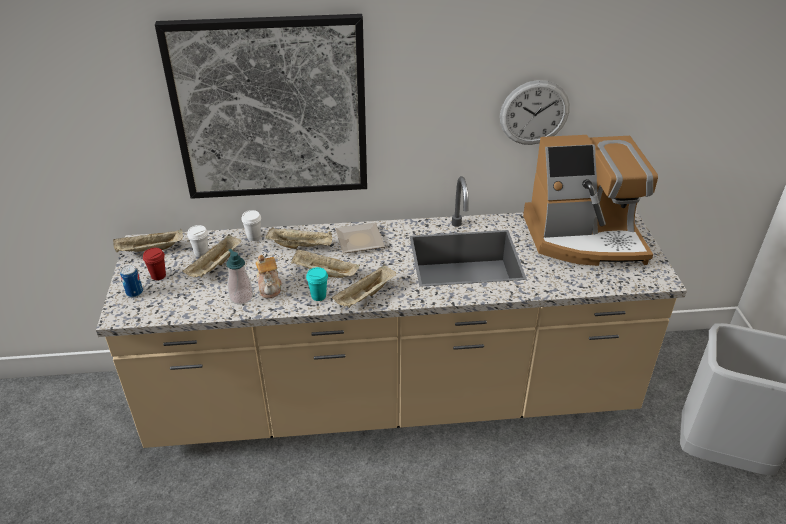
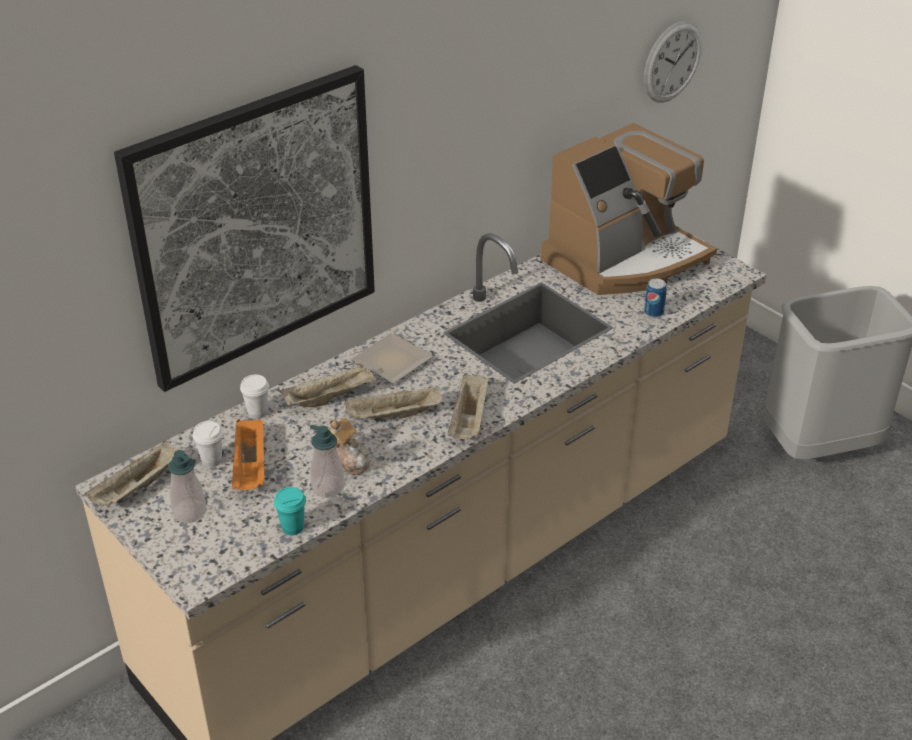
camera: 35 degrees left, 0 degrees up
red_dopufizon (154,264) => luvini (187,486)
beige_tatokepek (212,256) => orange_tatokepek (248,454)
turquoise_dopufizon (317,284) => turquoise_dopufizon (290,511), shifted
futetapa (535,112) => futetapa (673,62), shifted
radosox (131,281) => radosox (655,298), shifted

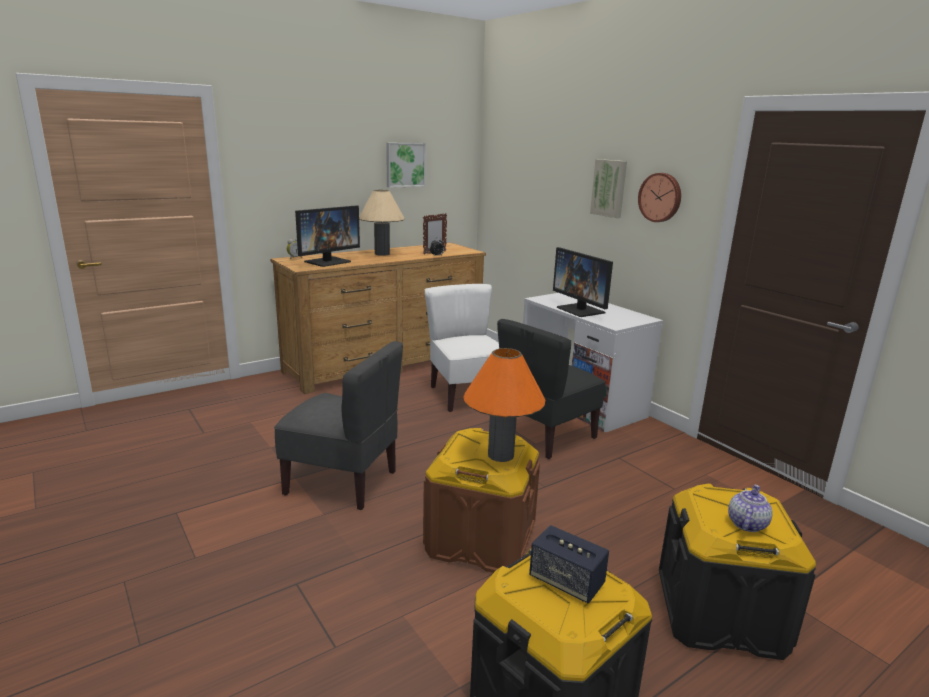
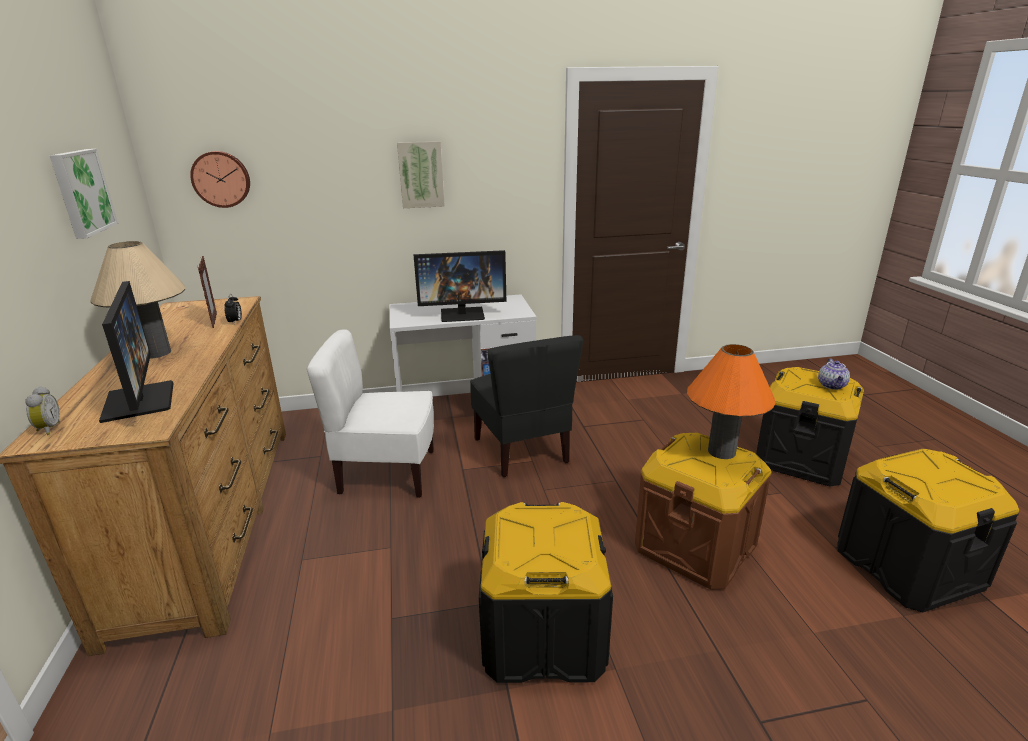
camera: 65 degrees left, 5 degrees up
futetapa (659,197) => futetapa (220,179), shifted
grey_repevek (338,425) => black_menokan (546,592)
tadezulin (750,508) => tadezulin (834,374), 135 degrees counterclockwise
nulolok (569,564) => nothing

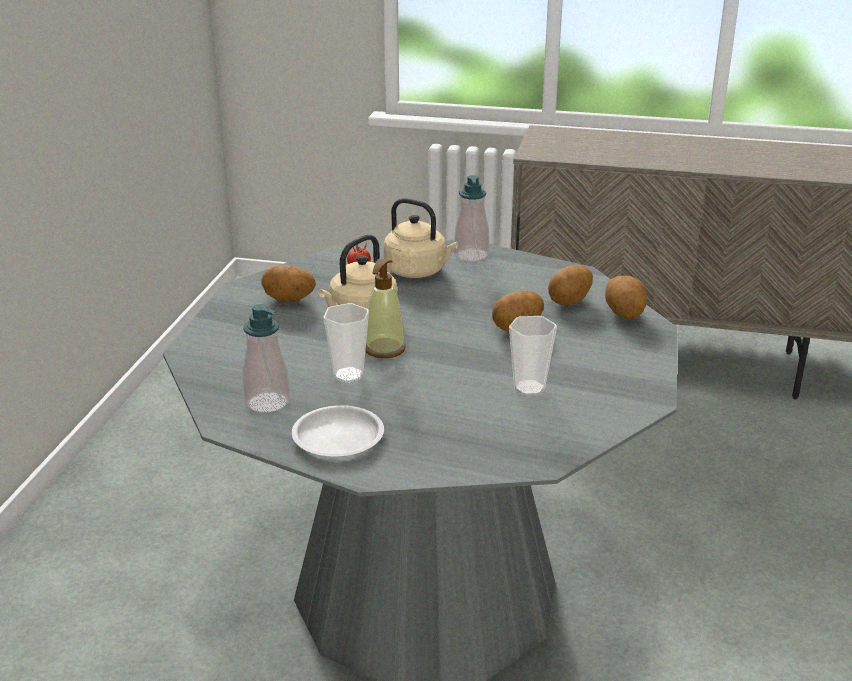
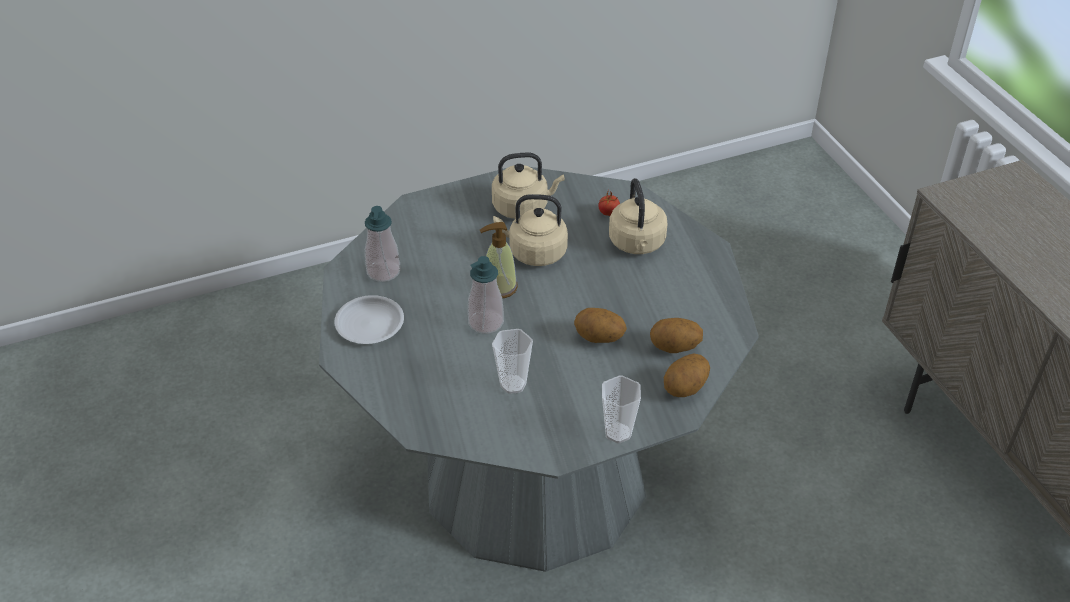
camera: 55 degrees right, 15 degrees up
luvini (471,218) => luvini (486,295), shifted
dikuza (288,283) => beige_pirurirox (528,186)
dopufizon (346,343) => dopufizon (621,409), shifted

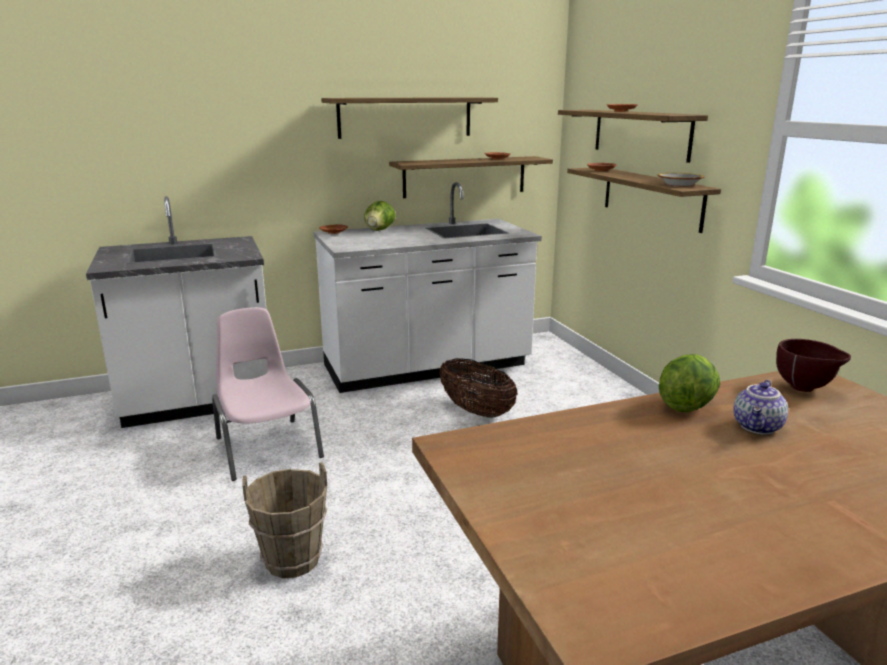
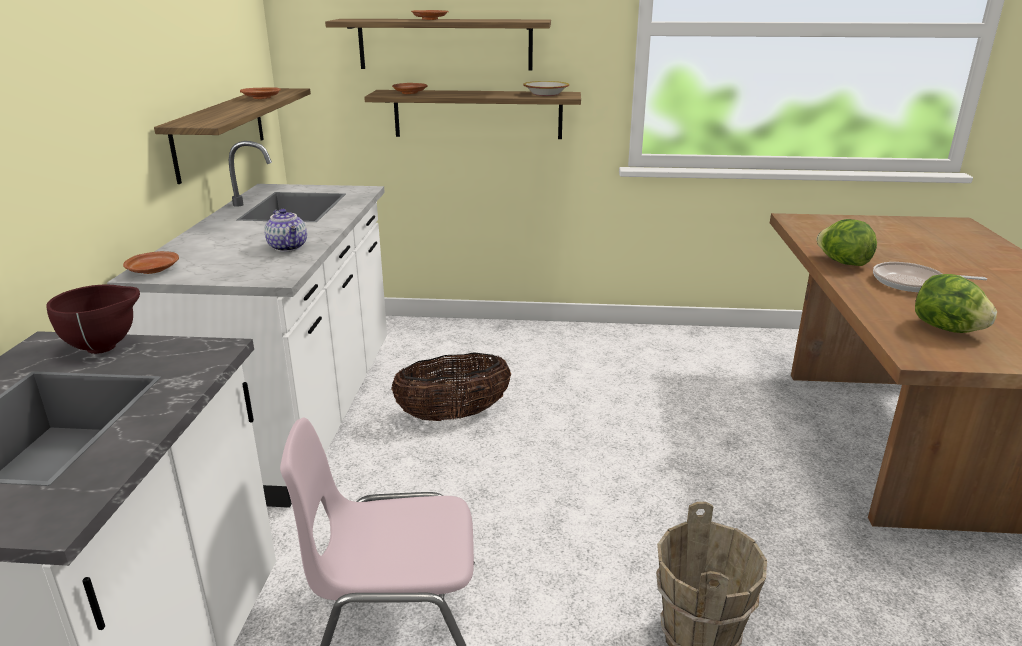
camera: 65 degrees left, 5 degrees up
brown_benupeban (813,365) => brown_benupeban (93,319), shifted
tadezulin (760,407) => tadezulin (285,230), shifted
nothing => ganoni (930,277)
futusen (380,216) => futusen (956,303), shifted
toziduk (409,118) => nothing

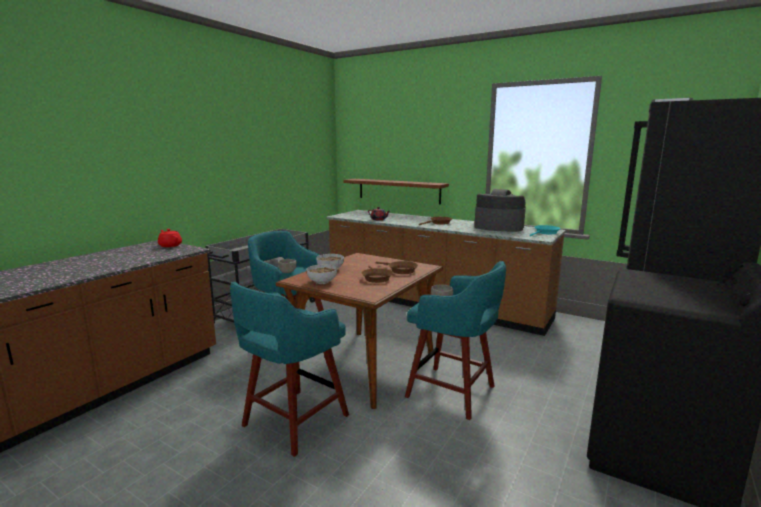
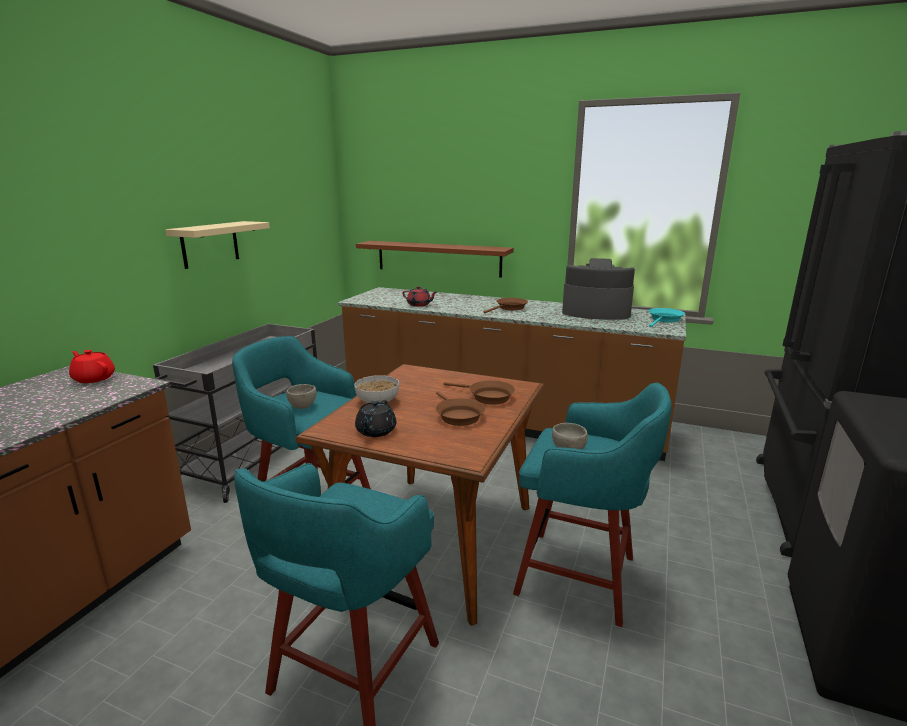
camera: 10 degrees left, 5 degrees up
nothing => beige_toziduk (217,245)
benupeban (321,274) => black_tadezulin (375,418)

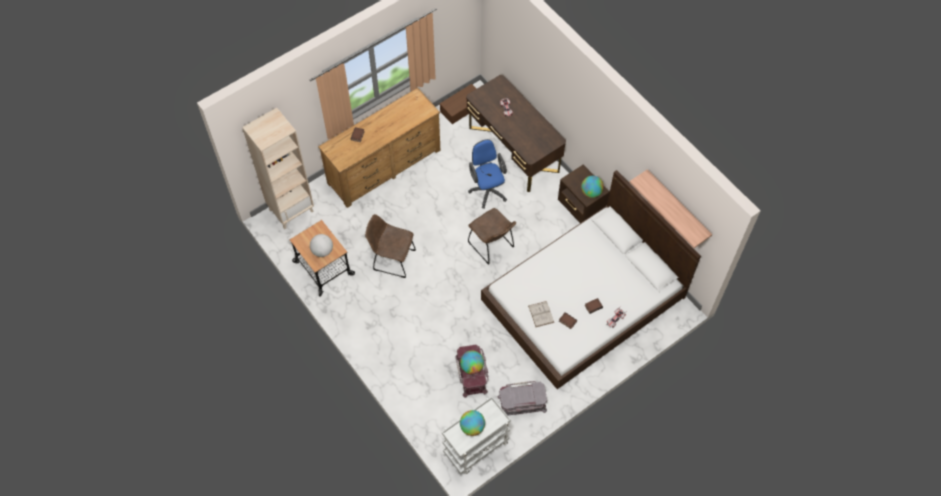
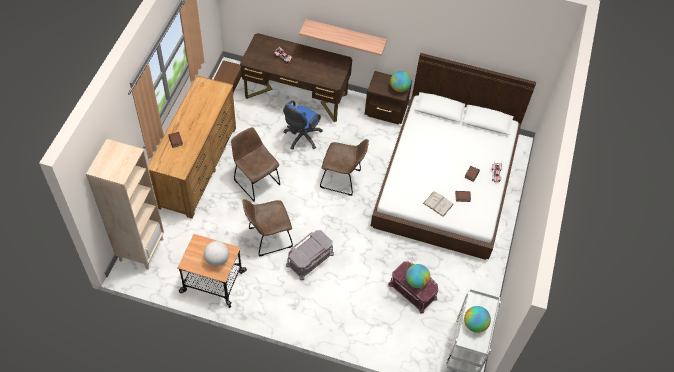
camera: 40 degrees left, 5 degrees down
nothing => brown_repevek (255,164)
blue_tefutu (487,174) => blue_tefutu (303,125), 90 degrees counterclockwise
grey_menokan (522,398) => grey_menokan (310,255), shifted
toziduk (671,208) => toziduk (343,37), shifted

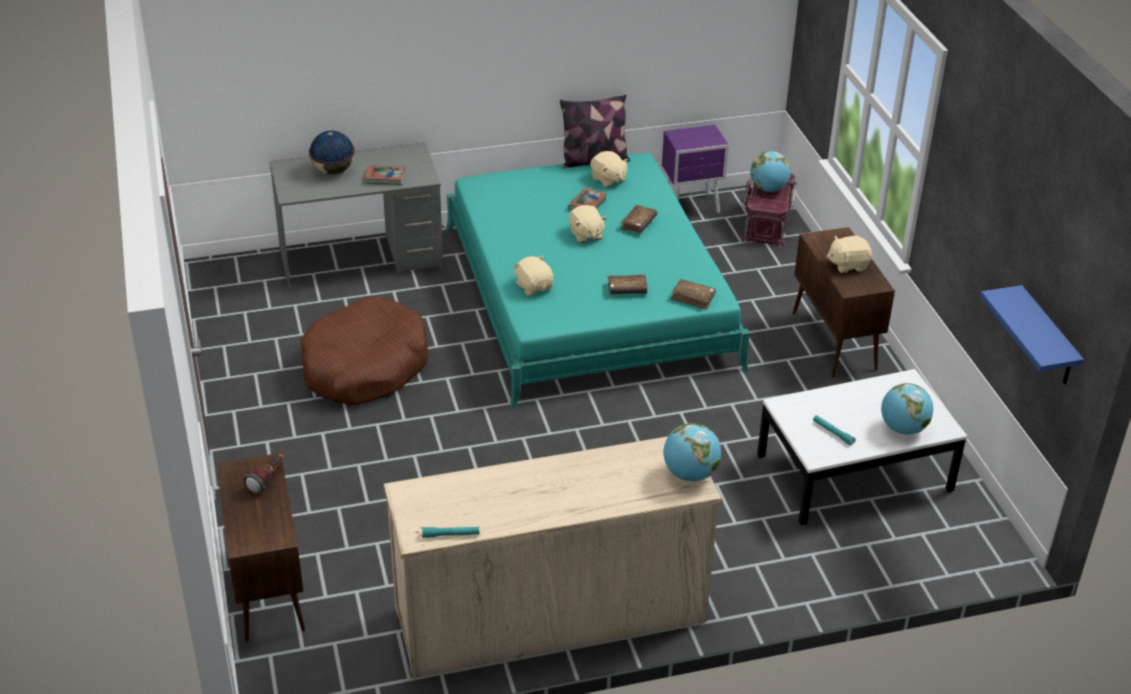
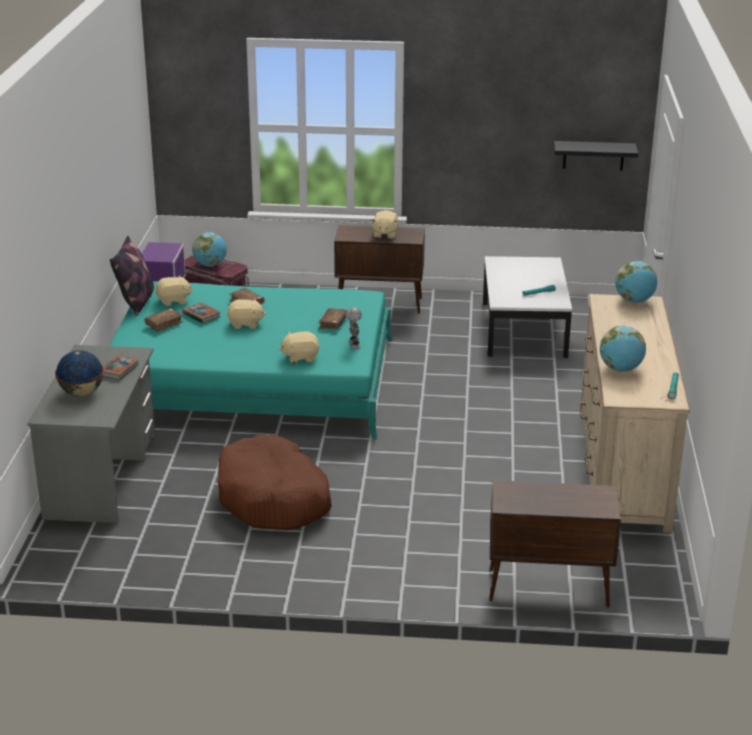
camera: 70 degrees left, 10 degrees down
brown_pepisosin (693,294) => brown_pepisosin (164,320), shifted
nothing => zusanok (353,328)
blue_toziduk (1032,334) => black_toziduk (596,156)
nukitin (907,409) => nukitin (623,349), shifted
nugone (264,474) => nothing

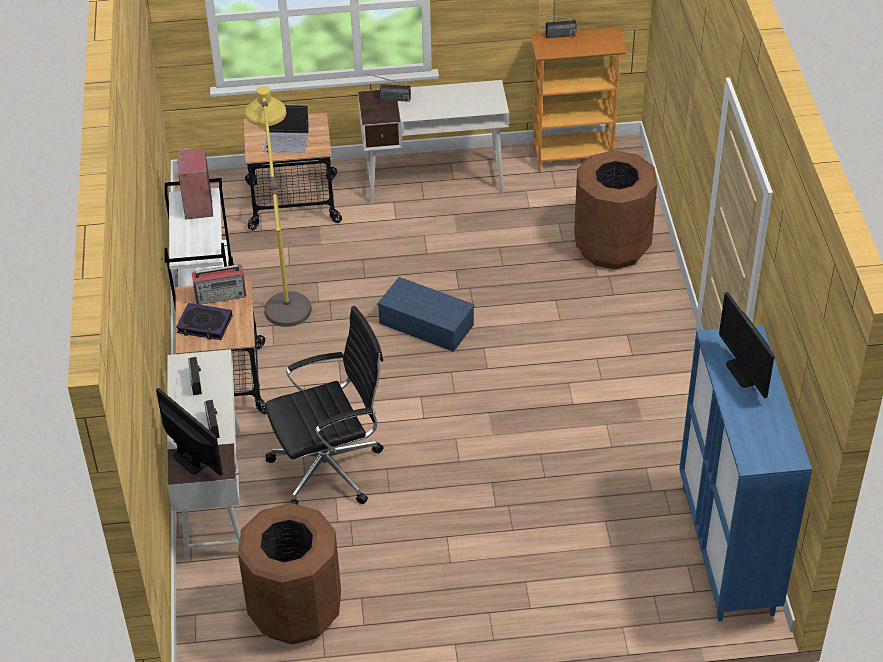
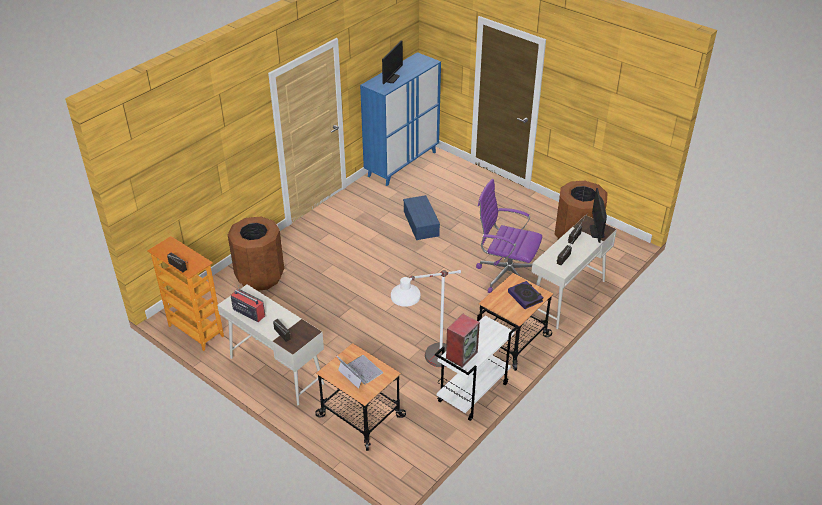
camera: 135 degrees left, 5 degrees down
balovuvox (218,284) => balovuvox (248,303), shifted
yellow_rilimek (278,206) => white_rilimek (426,318)
blue_menokan (426,314) => blue_menokan (421,217), shifted
black_tefutu (324,405) => purple_tefutu (509,236)

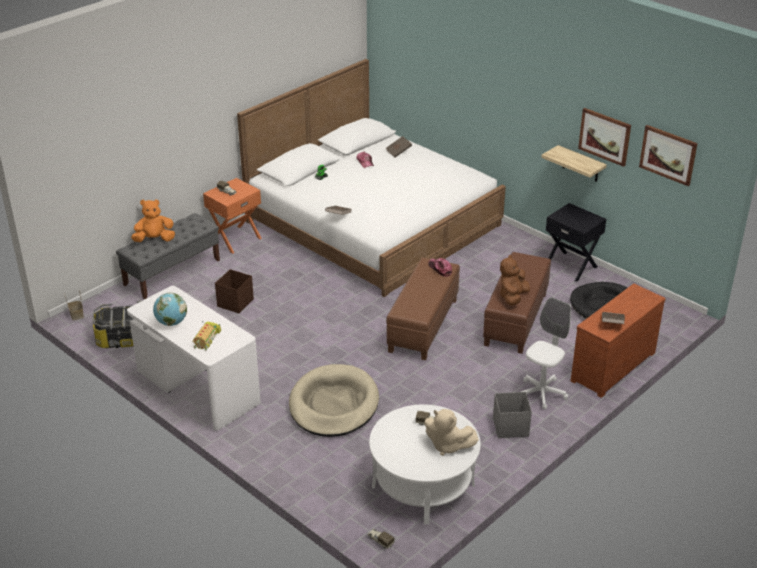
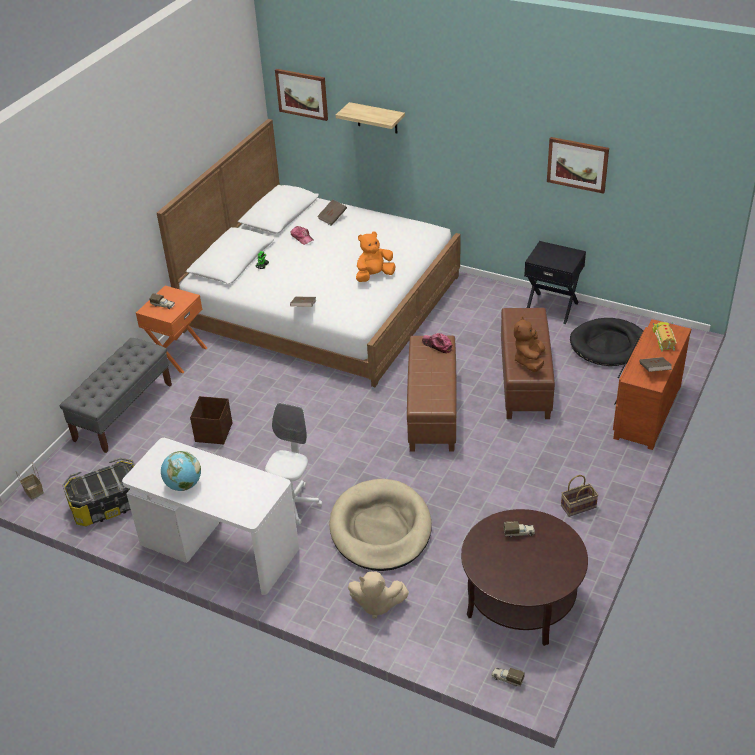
camera: 15 degrees left, 5 degrees up
white_tefutu (546,353) => white_tefutu (293,464), shifted
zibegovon (668,155) => zibegovon (301,95), shifted
toziduk (574,163) => toziduk (370,117), shifted
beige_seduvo (451,432) => beige_seduvo (378,595), shifted
orange_seduvo (153,220) => orange_seduvo (375,256), shifted
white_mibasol (425,464) => brown_mibasol (524,577)
grey_menokan (512,415) => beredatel (579,496)
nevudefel (206,336) => nevudefel (664,336), shifted

